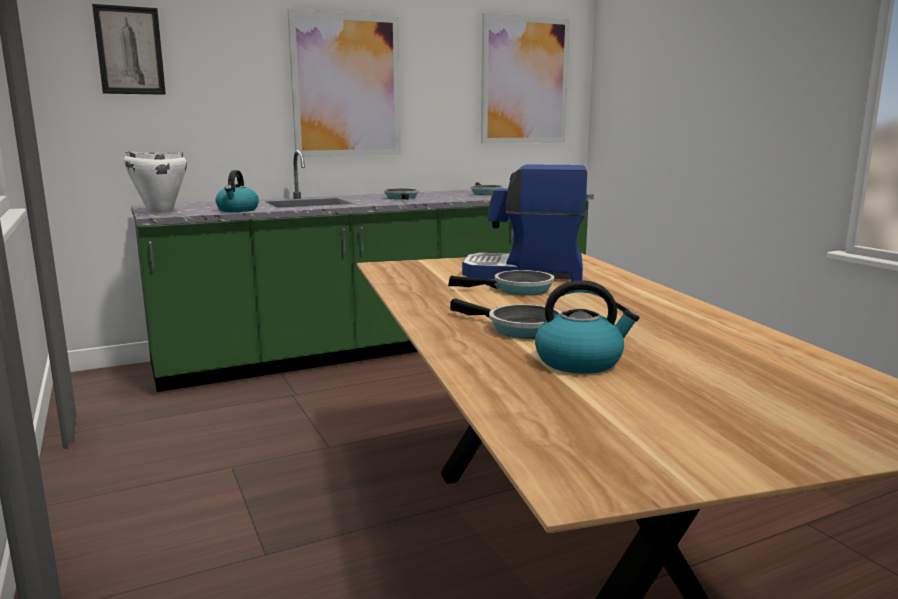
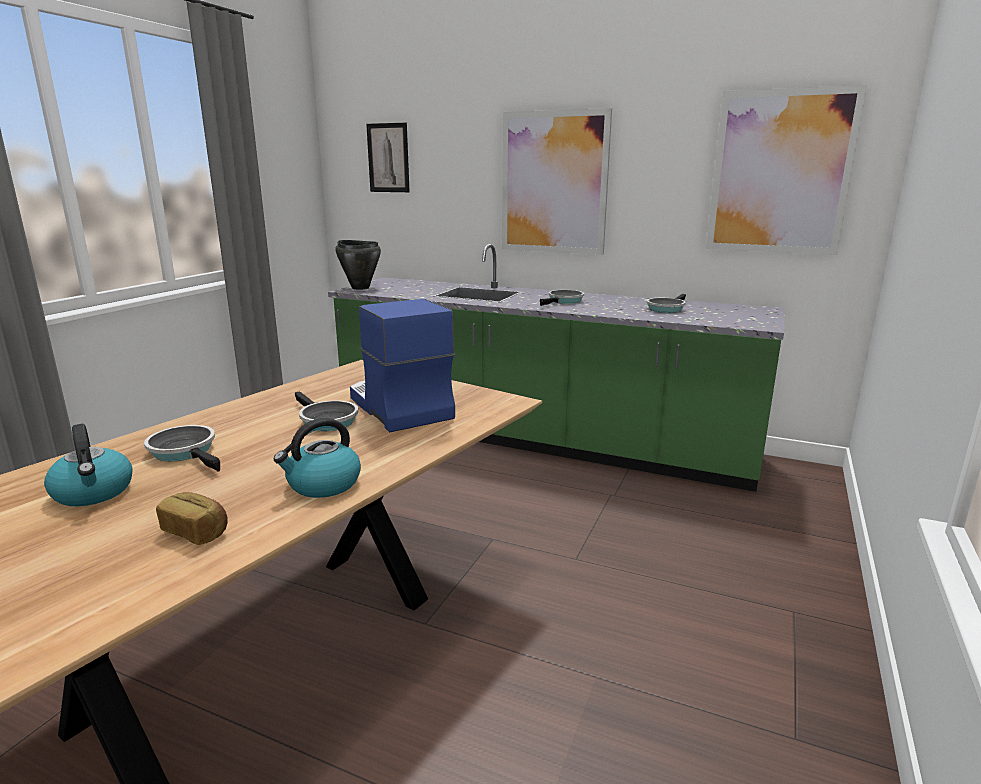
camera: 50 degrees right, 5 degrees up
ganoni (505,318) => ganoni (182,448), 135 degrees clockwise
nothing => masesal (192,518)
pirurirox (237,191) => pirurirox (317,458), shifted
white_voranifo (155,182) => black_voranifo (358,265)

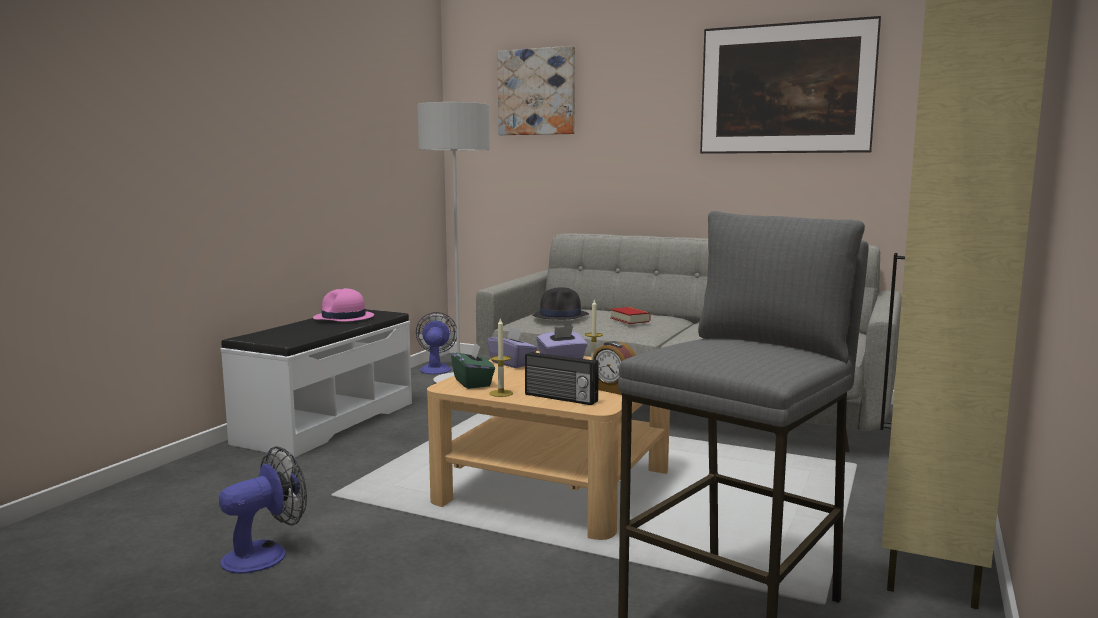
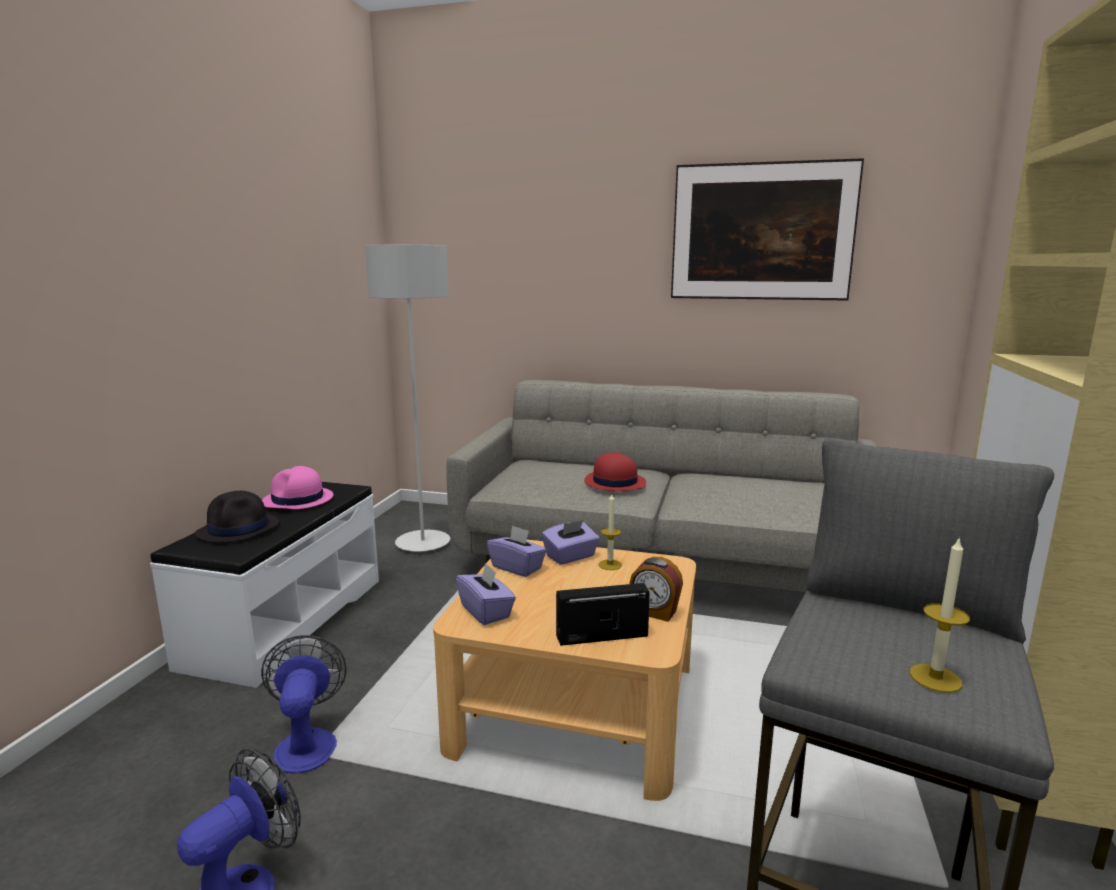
camera: 10 degrees left, 5 degrees up
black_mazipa (561,303) => black_mazipa (237,516), shifted
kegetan (436,343) => kegetan (304,704), shifted
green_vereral (473,365) => purple_vereral (486,594)
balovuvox (562,378) => balovuvox (603,614), 150 degrees clockwise
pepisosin (630,315) => red_mazipa (615,471)
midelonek (501,357) => midelonek (940,615), shifted
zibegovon (536,90) => nothing

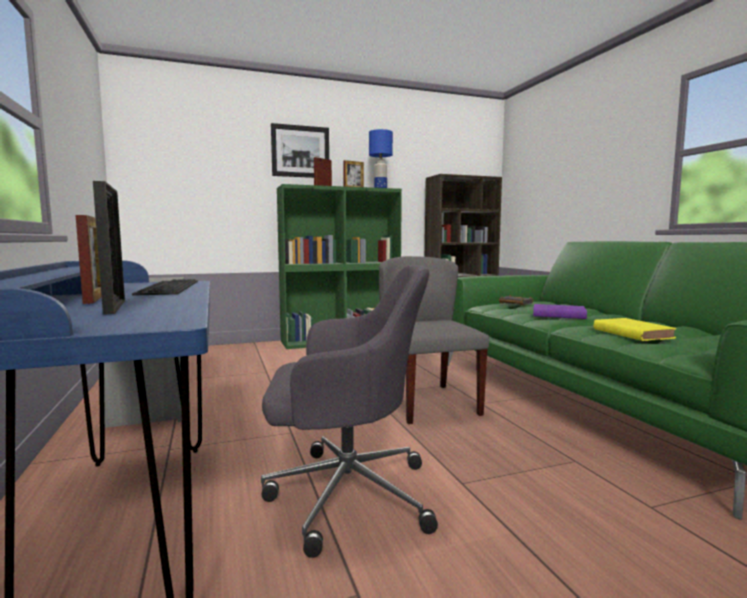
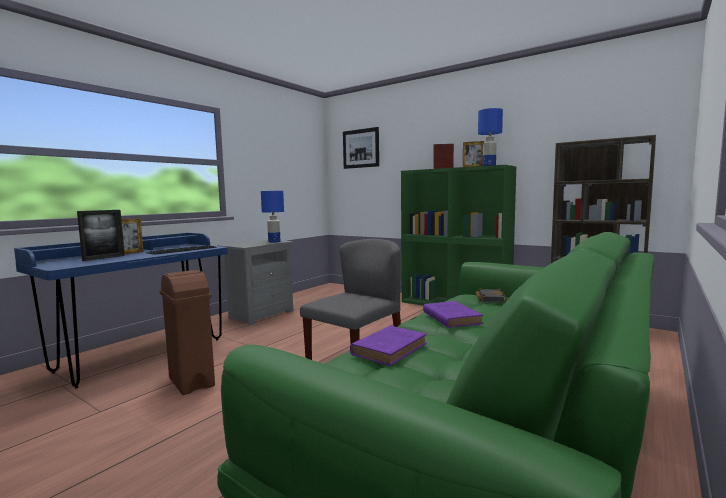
camera: 55 degrees right, 0 degrees up
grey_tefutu (349,411) => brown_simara (187,332)
nothing => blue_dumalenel (272,217)
zibegovon (300,150) => zibegovon (361,148), shifted
yellow_pepisosin (635,329) => purple_pepisosin (388,346)

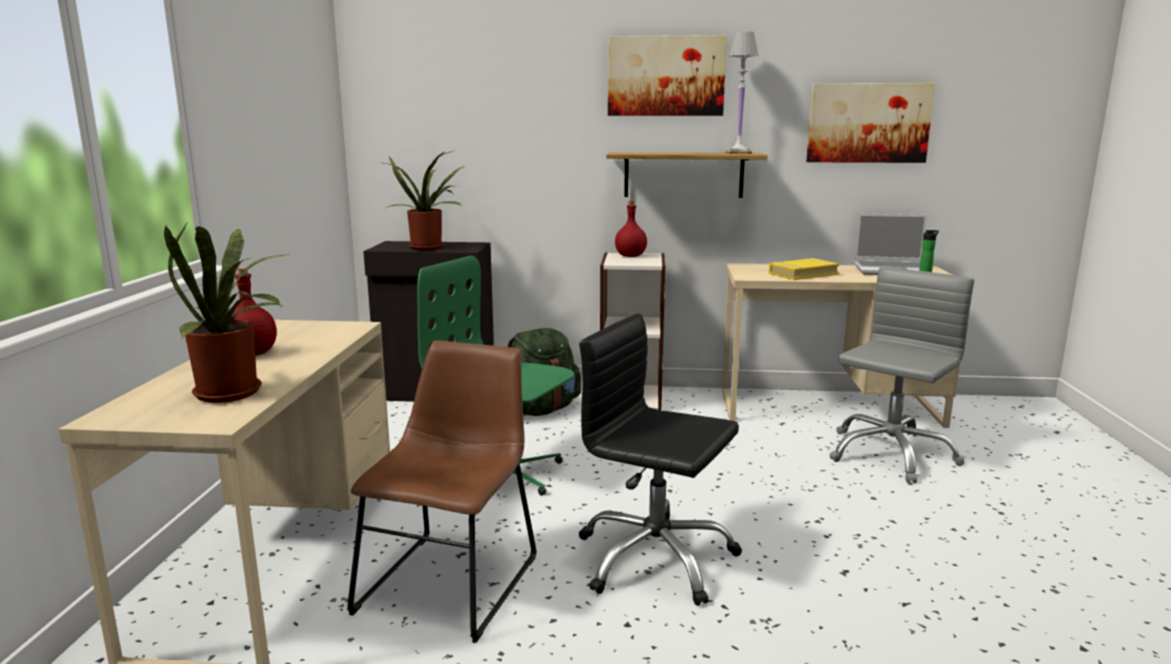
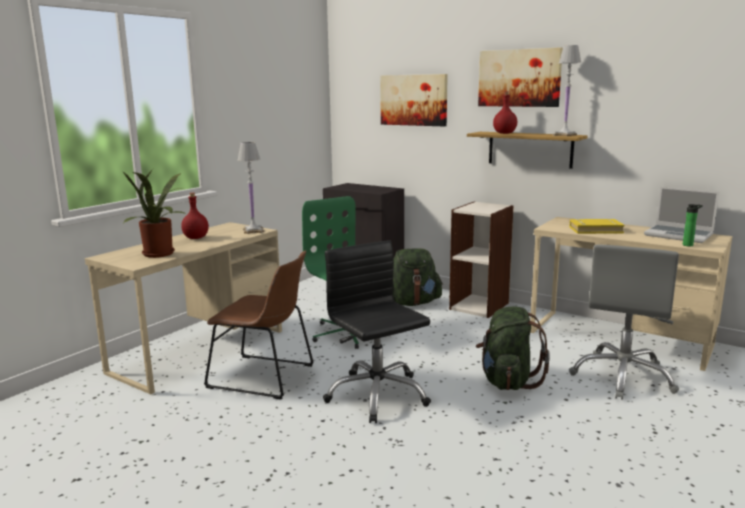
camera: 30 degrees right, 0 degrees up
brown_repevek (442,491) => brown_repevek (259,325), 60 degrees clockwise
nothing => white_dumalenel (251,188)
zibegovon (870,123) => zibegovon (414,100), shifted
nothing => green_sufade (513,348)
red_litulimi (631,229) => red_litulimi (505,113), shifted
grey_tefutu (902,375) => grey_tefutu (624,322), 135 degrees clockwise
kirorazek (425,201) => nothing

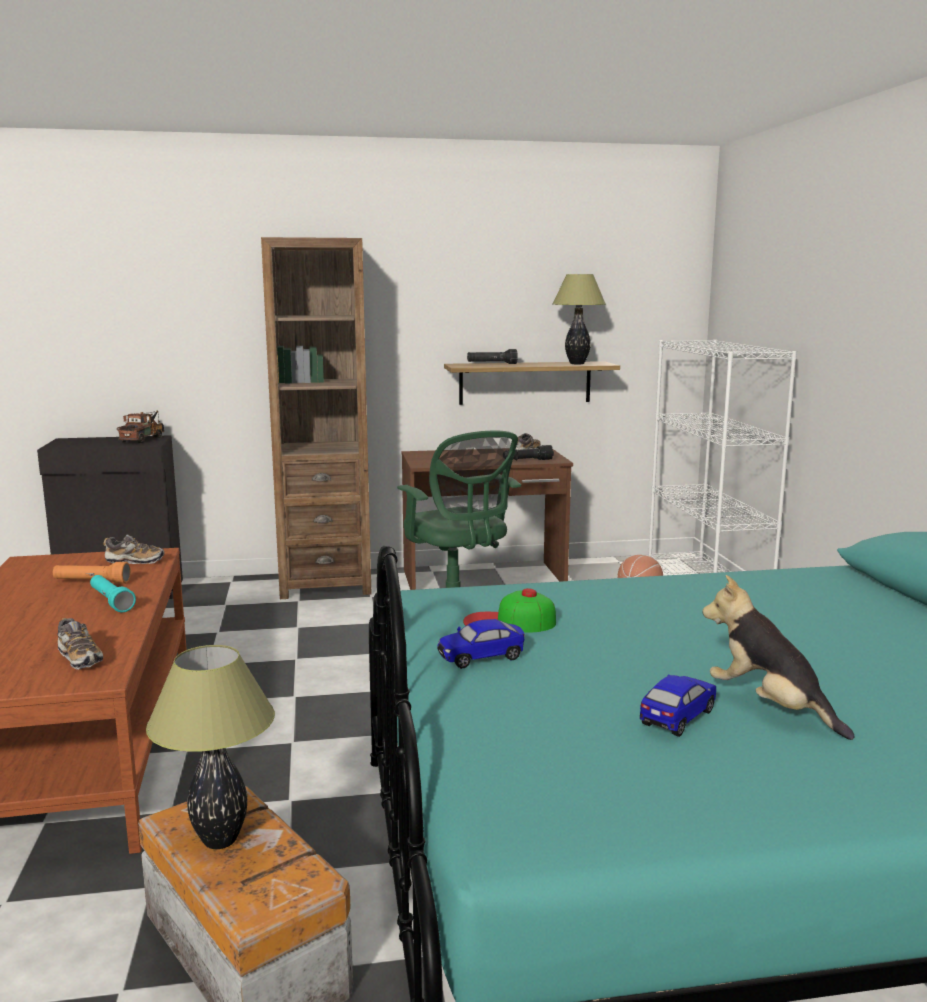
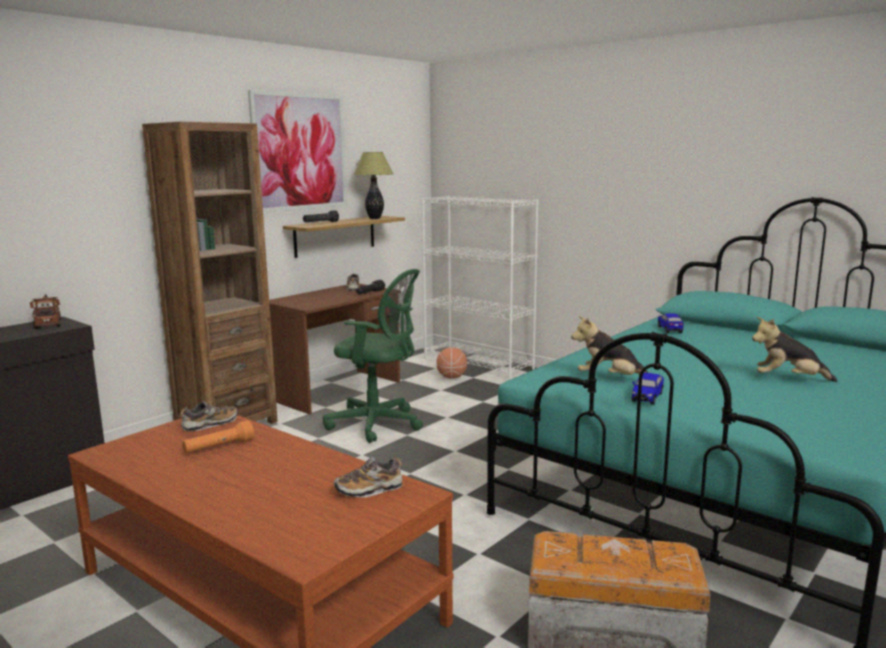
camera: 40 degrees left, 0 degrees up
nothing => zibegovon (297,151)
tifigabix (80,644) => tifigabix (368,477), 150 degrees clockwise
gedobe (509,610) => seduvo (609,345)
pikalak (678,706) => pikalak (671,323), shifted
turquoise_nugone (113,593) => nothing
dumalenel (210,747) => nothing

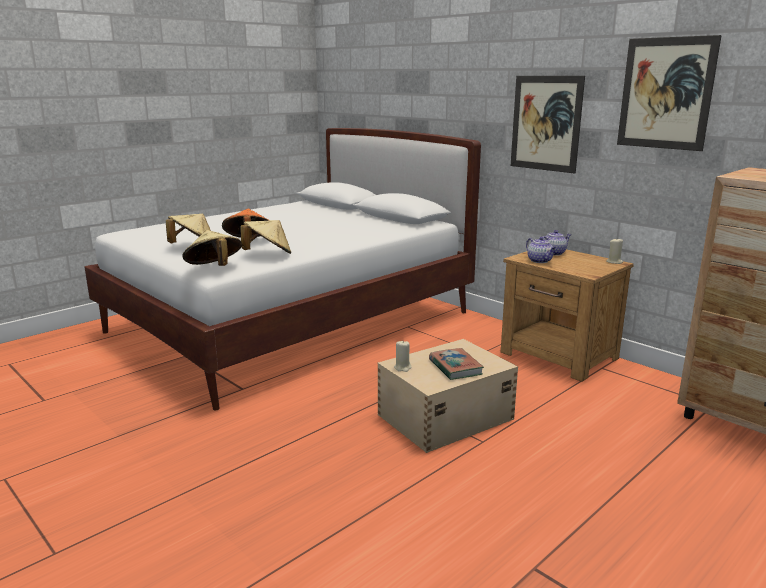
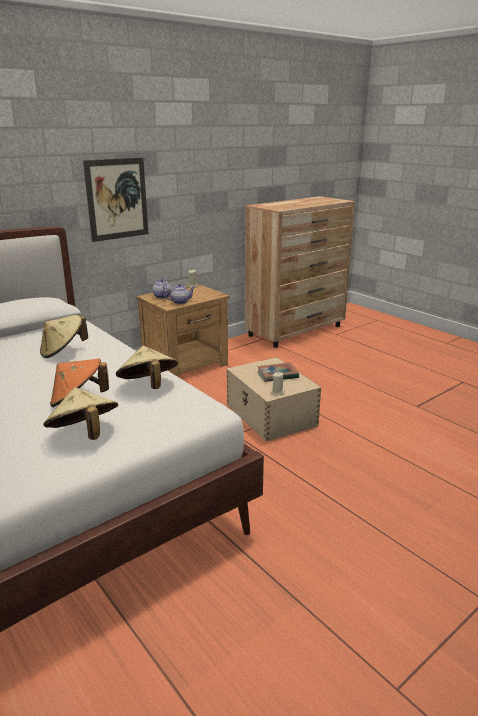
camera: 85 degrees left, 5 degrees up
beige_mazipa (212,248) => beige_mazipa (64,336), shifted
zibegovon (669,93) => nothing

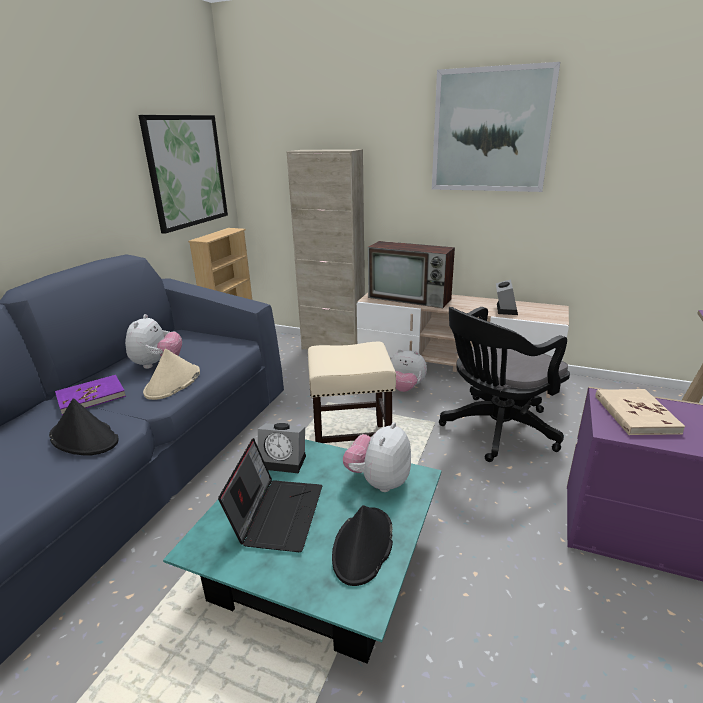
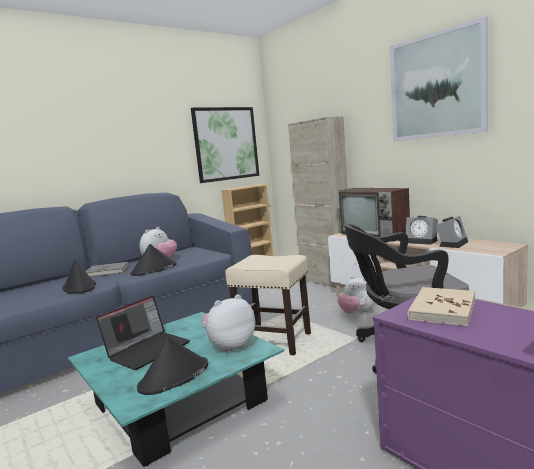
camera: 30 degrees right, 15 degrees down
purple_pepisosin (90,395) => grey_pepisosin (107,269)
beige_mazipa (171,374) => black_mazipa (153,260)
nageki (282,448) => nageki (421,230), shifted

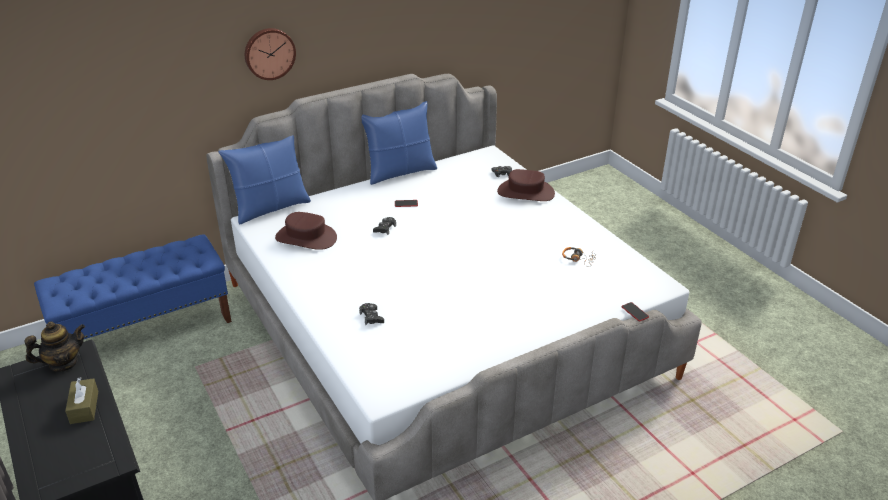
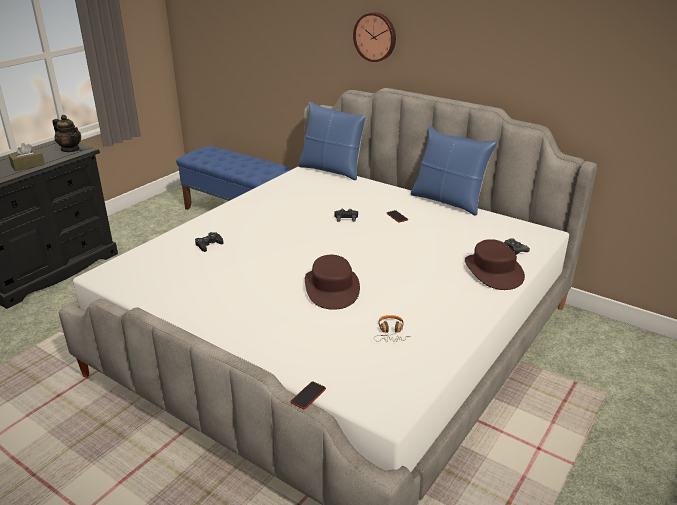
camera: 65 degrees right, 5 degrees down
brown_mazipa (306,231) => brown_mazipa (332,282), shifted

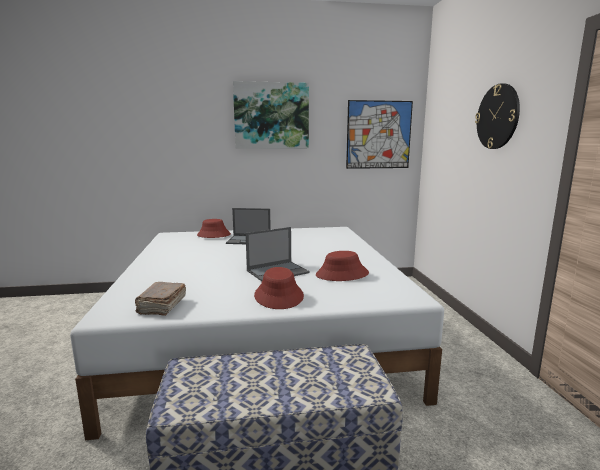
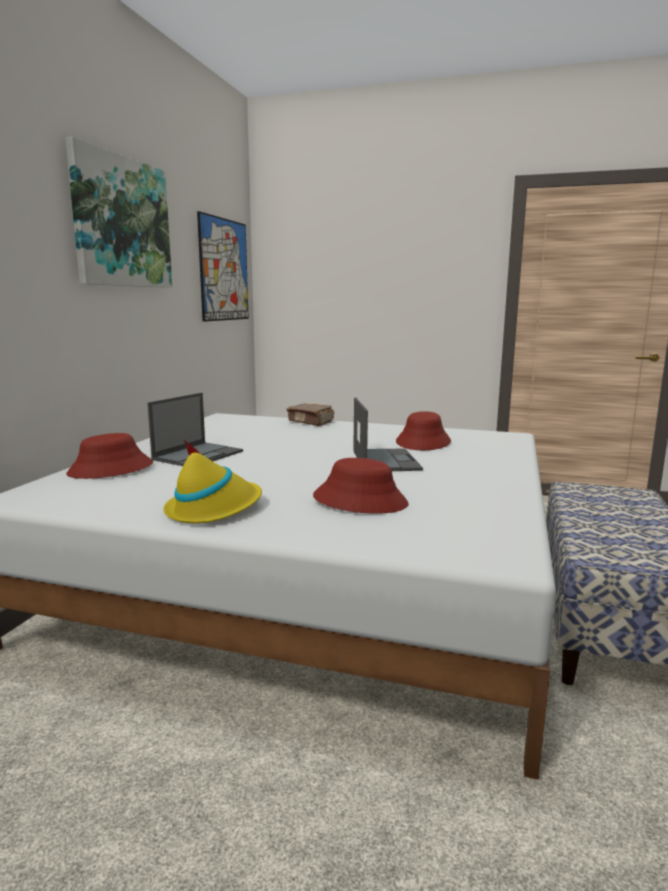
camera: 65 degrees left, 0 degrees up
nothing => yellow_mazipa (213,481)
brown_pepisosin (160,299) => brown_pepisosin (310,414), shifted
red_mazipa (279,288) => red_mazipa (361,486), shifted
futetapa (497,116) => nothing

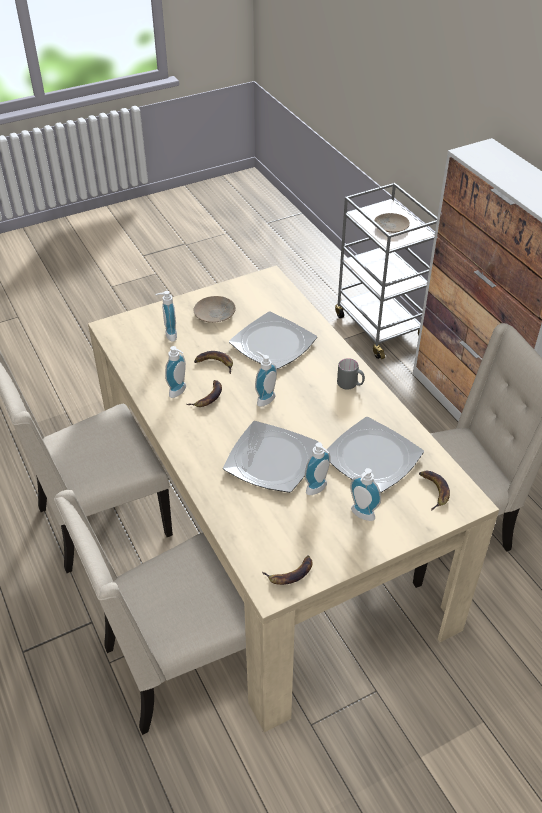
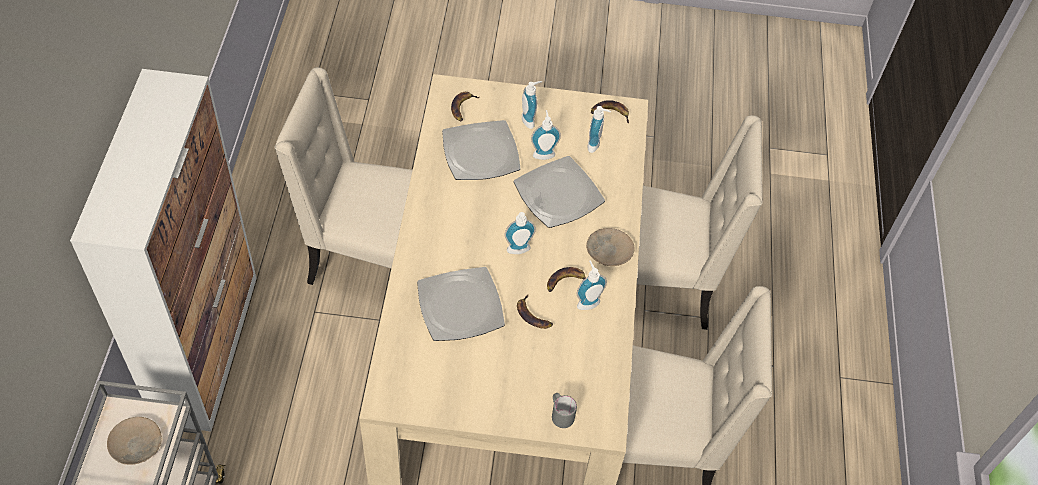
camera: 150 degrees left, 10 degrees up
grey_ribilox (351,374) => grey_ribilox (564,410), shifted
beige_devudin (214,309) => beige_devudin (610,247), shifted
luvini (166,316) => luvini (599,129), shifted

